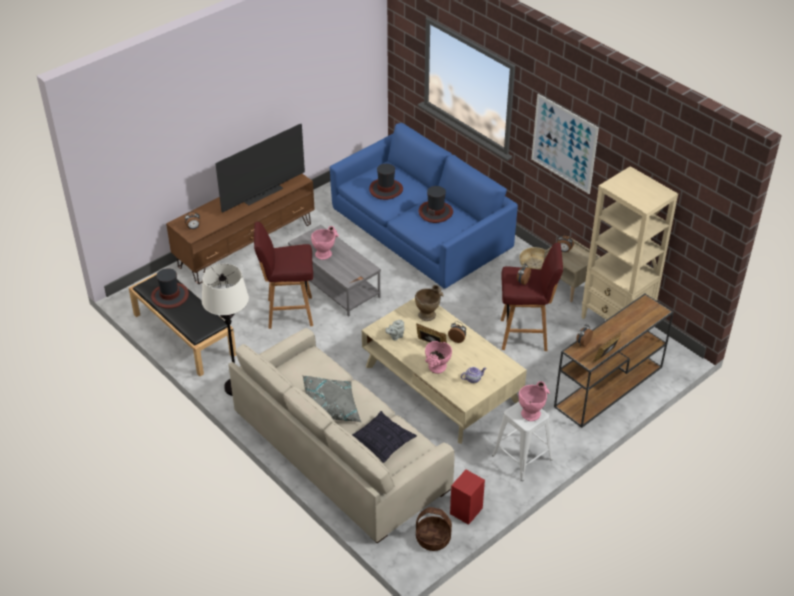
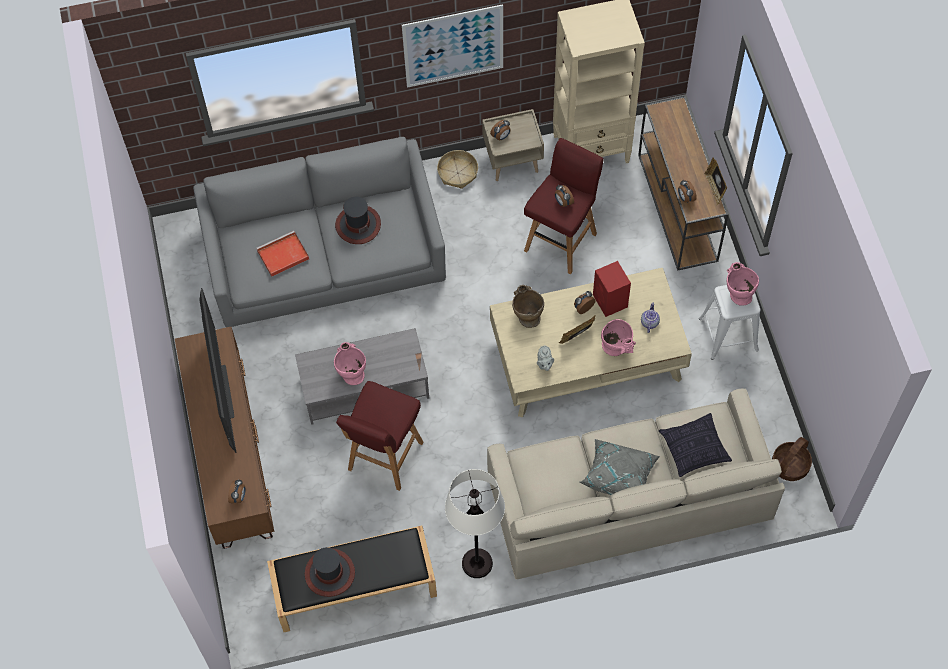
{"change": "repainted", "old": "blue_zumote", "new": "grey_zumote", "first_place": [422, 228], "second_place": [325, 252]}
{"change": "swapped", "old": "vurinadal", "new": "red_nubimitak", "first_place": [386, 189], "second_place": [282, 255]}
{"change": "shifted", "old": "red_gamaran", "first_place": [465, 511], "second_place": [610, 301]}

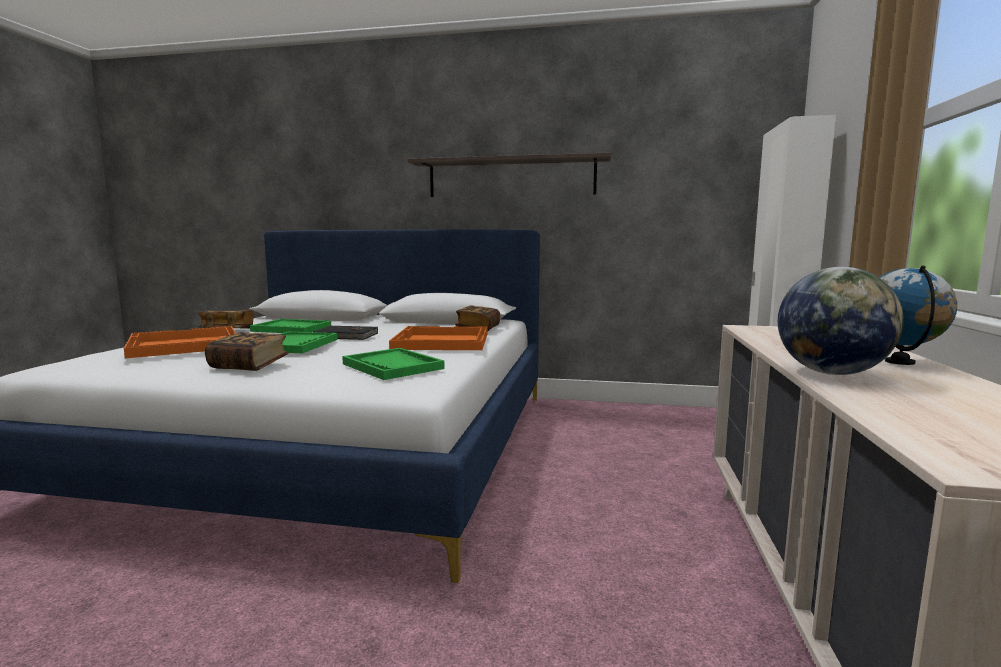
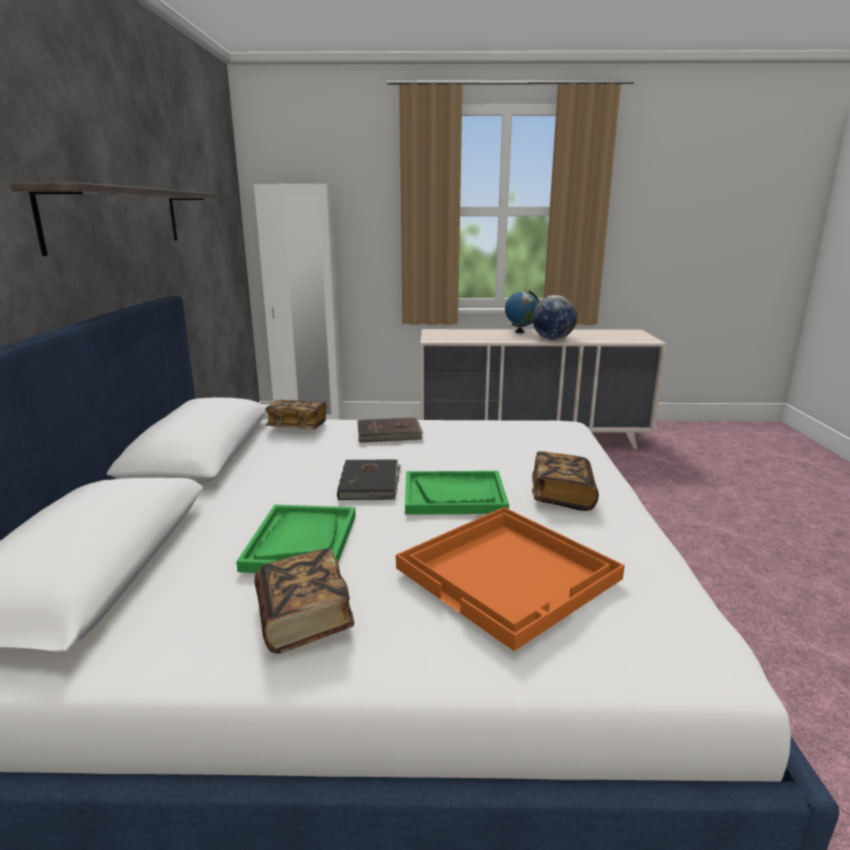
{"change": "swapped", "old": "orange_nubimitak", "new": "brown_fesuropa", "first_place": [441, 341], "second_place": [389, 433]}
{"change": "gone", "old": "green_nubimitak", "first_place": [393, 366]}

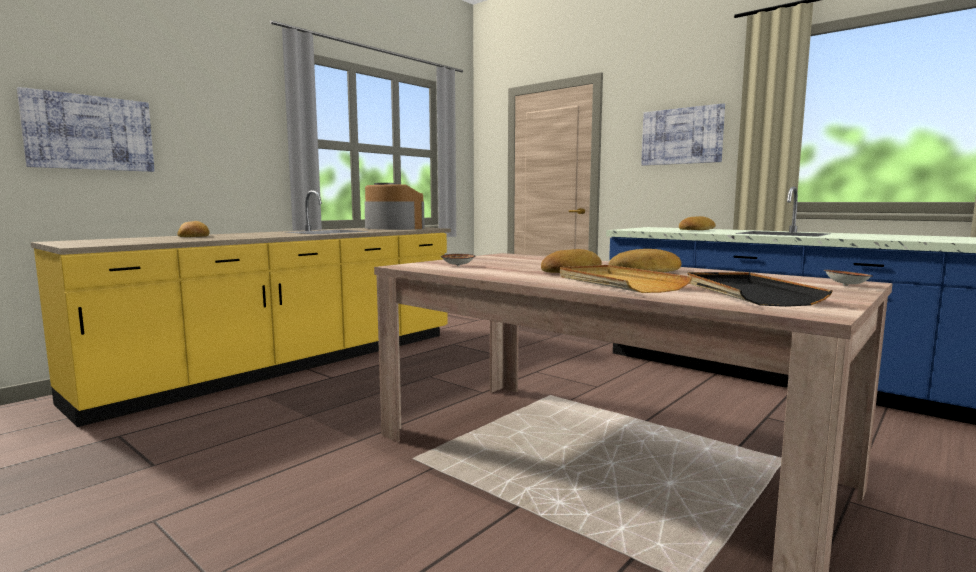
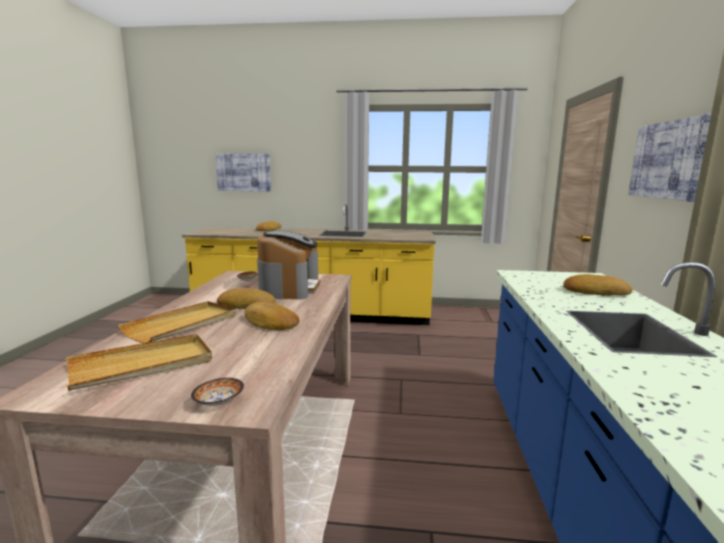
{"change": "shifted", "old": "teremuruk", "first_place": [392, 228], "second_place": [289, 288]}
{"change": "repainted", "old": "black_nubimitak", "new": "beige_nubimitak", "first_place": [746, 293], "second_place": [142, 365]}

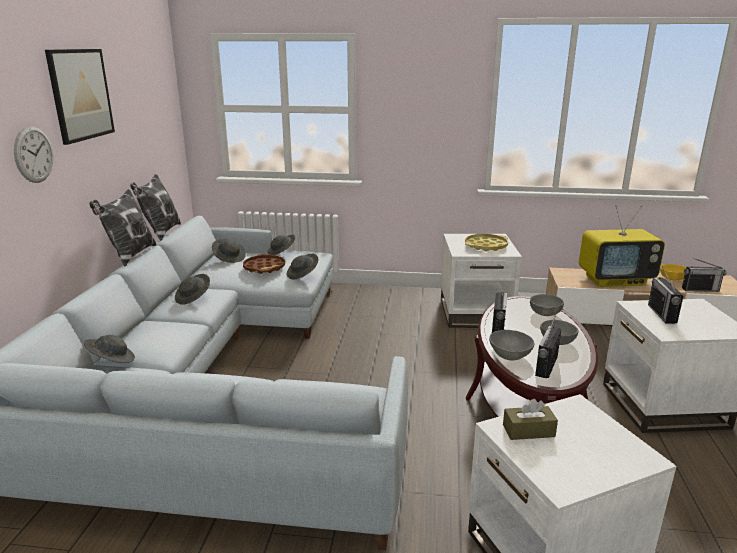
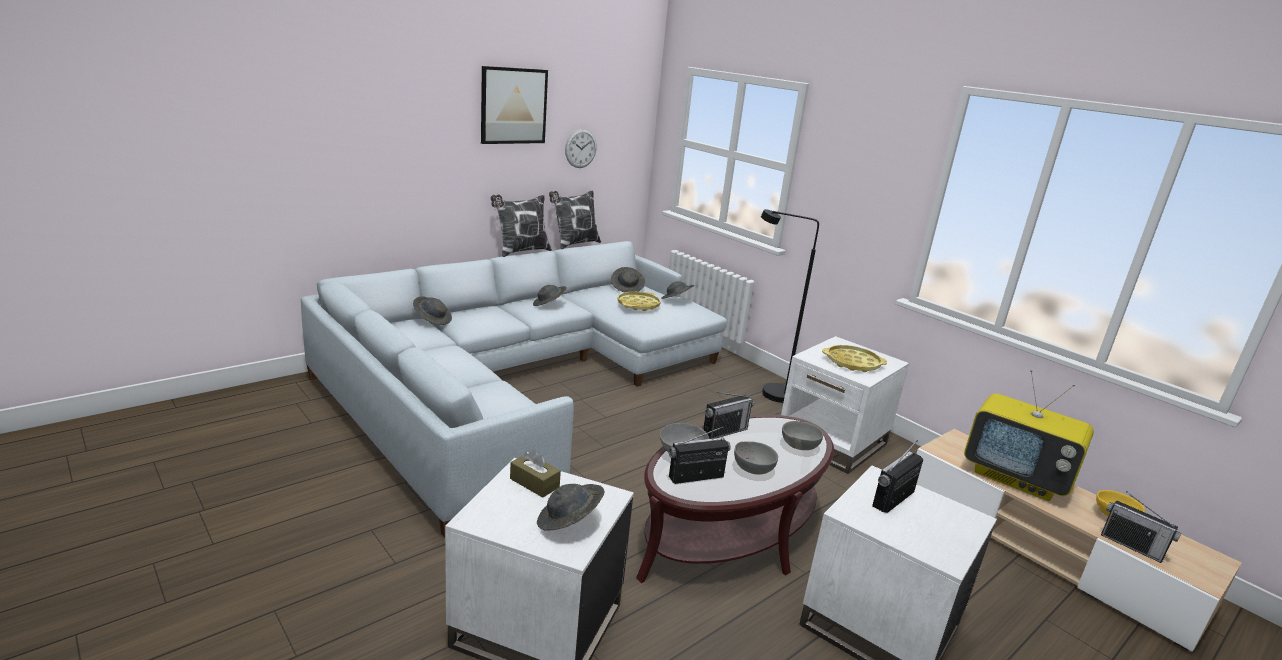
{"change": "shifted", "old": "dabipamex", "first_place": [34, 154], "second_place": [580, 148]}
{"change": "repainted", "old": "brown_nubimitak", "new": "yellow_nubimitak", "first_place": [264, 268], "second_place": [638, 305]}
{"change": "shifted", "old": "grey_vurinadal", "first_place": [303, 274], "second_place": [569, 522]}
{"change": "new", "new": "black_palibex", "second_place": [768, 393]}

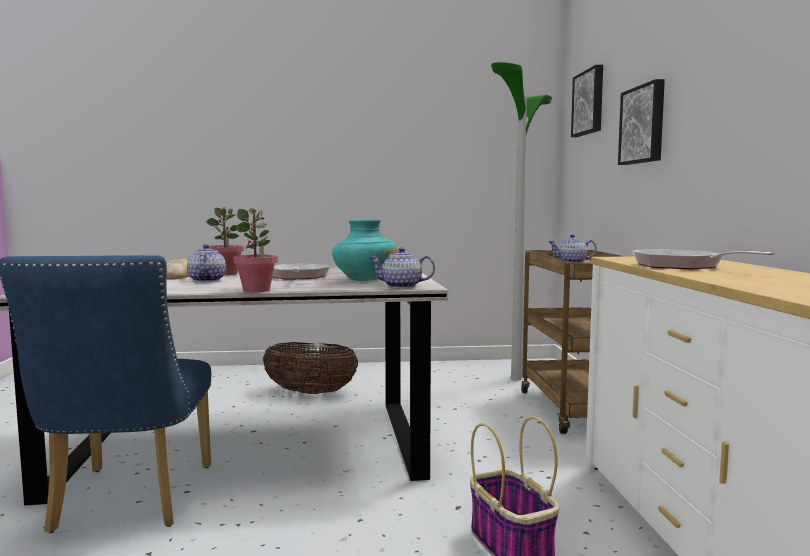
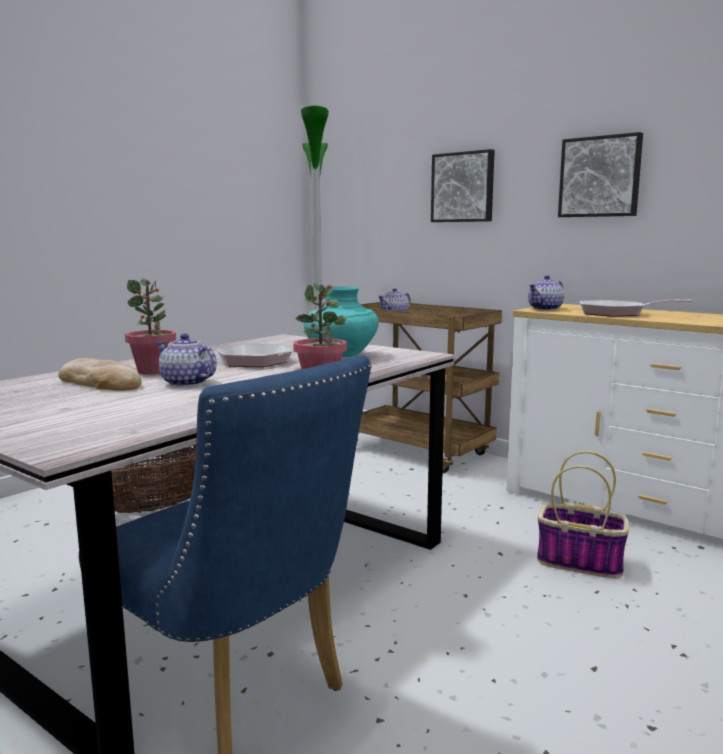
{"change": "shifted", "old": "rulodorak", "first_place": [589, 102], "second_place": [600, 177]}
{"change": "shifted", "old": "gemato", "first_place": [402, 286], "second_place": [545, 309]}

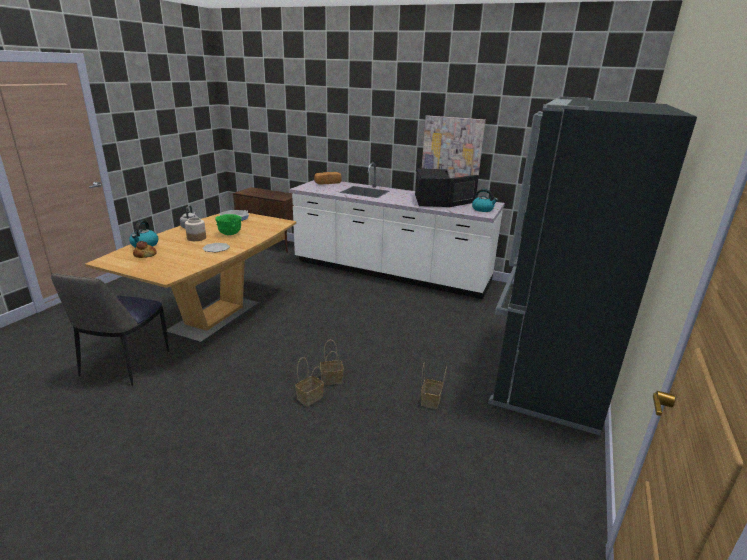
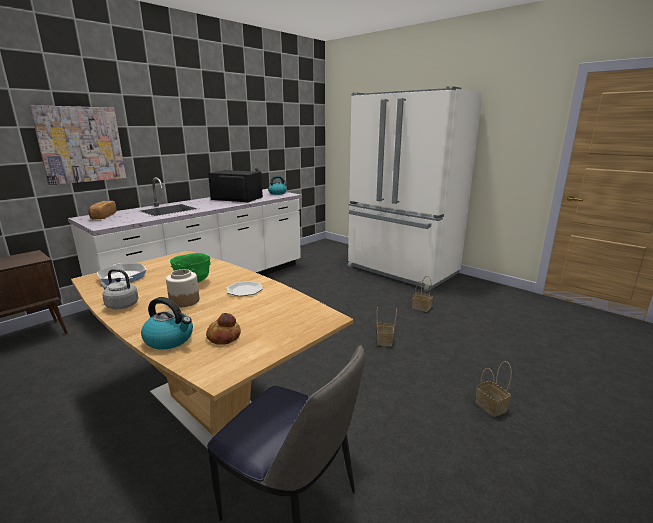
{"change": "repainted", "old": "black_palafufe", "new": "white_palafufe", "first_place": [545, 375], "second_place": [401, 271]}
{"change": "shifted", "old": "rulodorak", "first_place": [452, 148], "second_place": [81, 144]}
{"change": "shifted", "old": "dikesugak", "first_place": [309, 398], "second_place": [491, 407]}

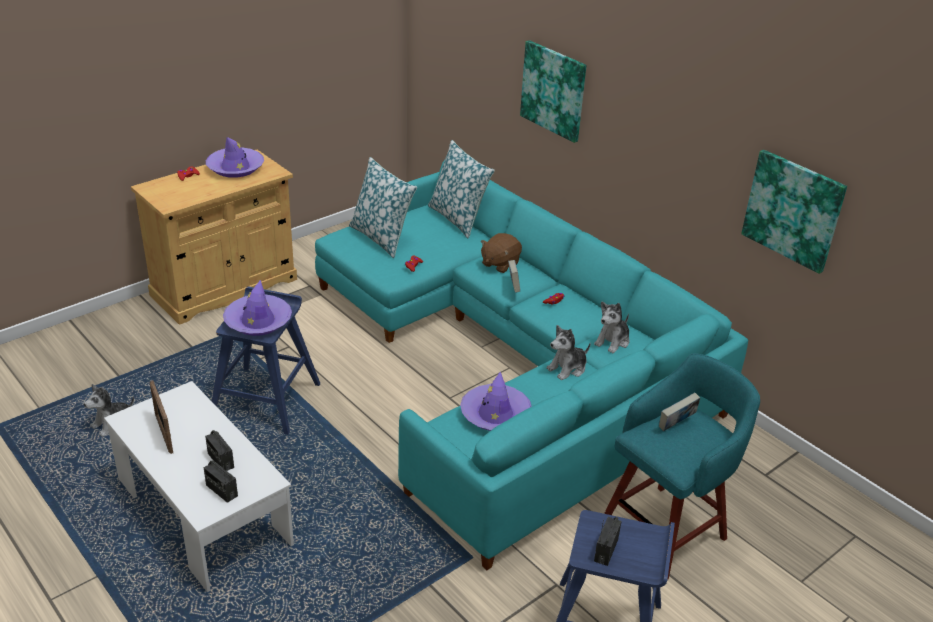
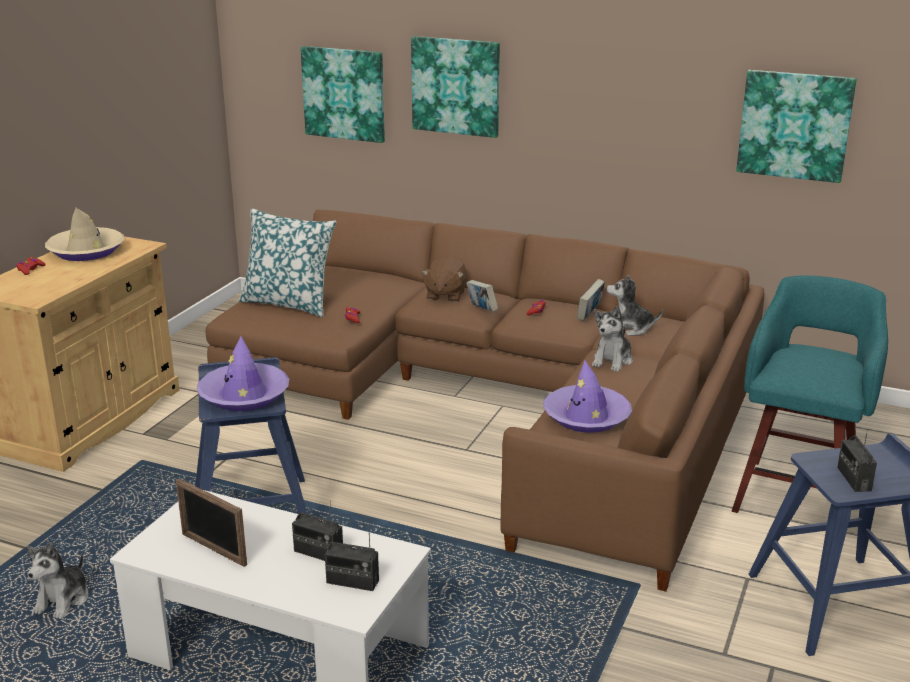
{"change": "repainted", "old": "purple_vurinadal", "new": "beige_vurinadal", "first_place": [235, 168], "second_place": [86, 251]}
{"change": "gone", "old": "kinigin", "first_place": [458, 218]}
{"change": "repainted", "old": "turquoise_zumote", "new": "brown_zumote", "first_place": [512, 364], "second_place": [502, 402]}
{"change": "rotated", "old": "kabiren", "first_place": [612, 341], "second_place": [630, 329], "degrees": 90}
{"change": "shifted", "old": "fesuropa", "first_place": [676, 425], "second_place": [590, 315]}
{"change": "new", "new": "rulodorak", "second_place": [344, 93]}

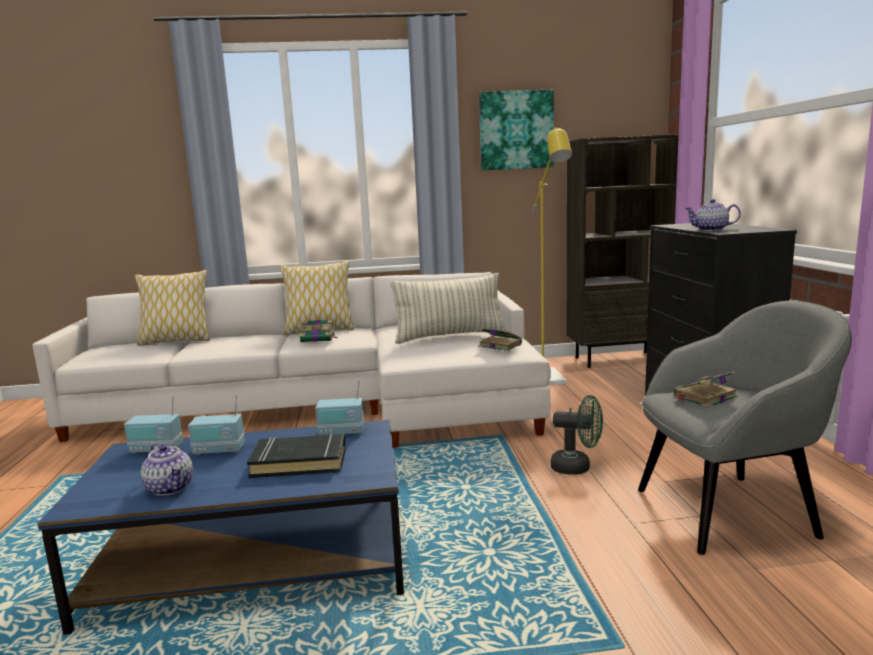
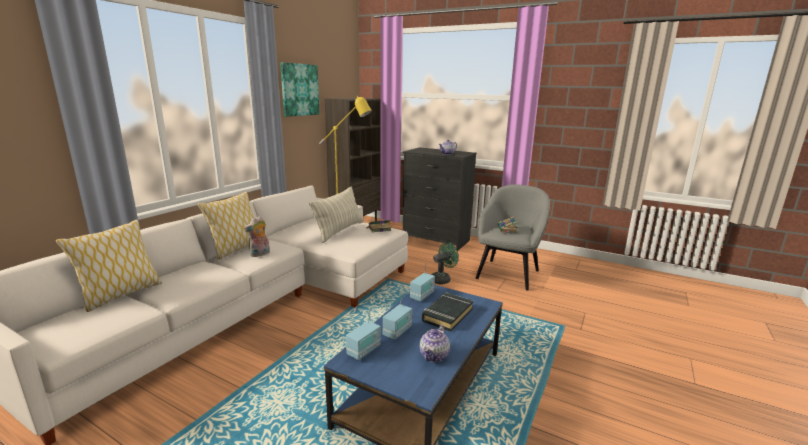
{"change": "swapped", "old": "fesuropa", "new": "kabiren", "first_place": [318, 338], "second_place": [260, 254]}
{"change": "rotated", "old": "gemato", "first_place": [170, 488], "second_place": [434, 356], "degrees": 120}

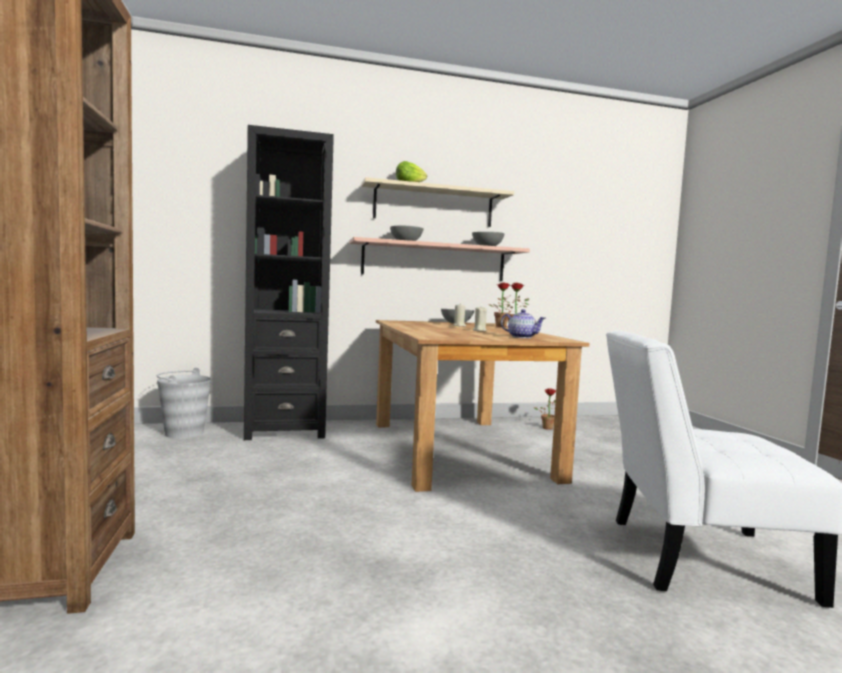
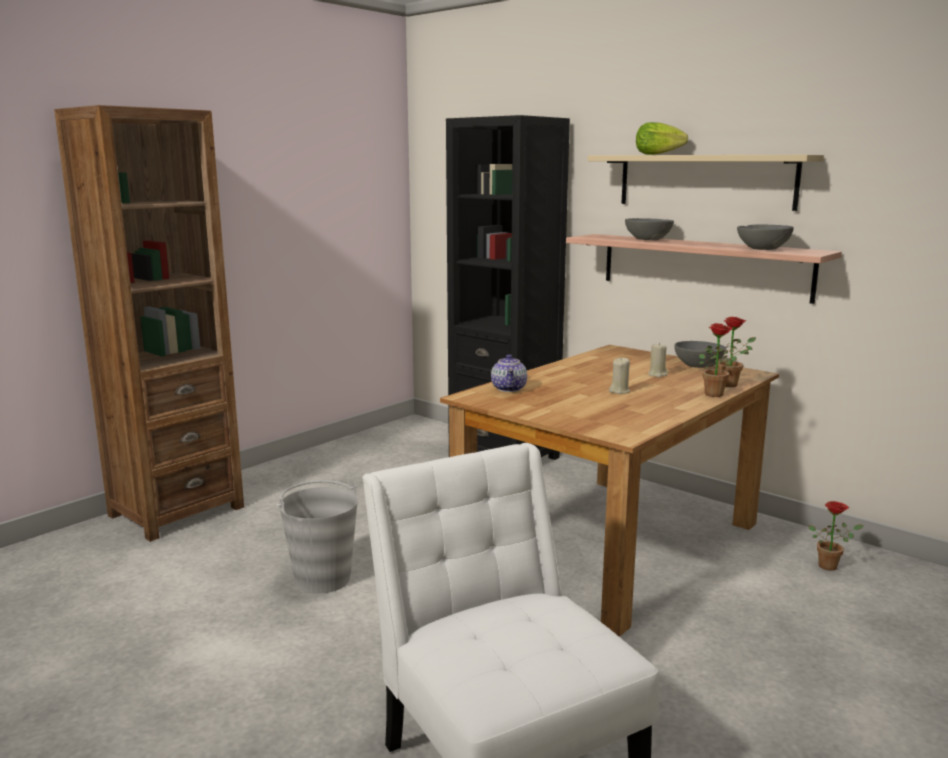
{"change": "shifted", "old": "gemato", "first_place": [521, 337], "second_place": [509, 388]}
{"change": "shifted", "old": "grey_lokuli", "first_place": [184, 433], "second_place": [323, 579]}

